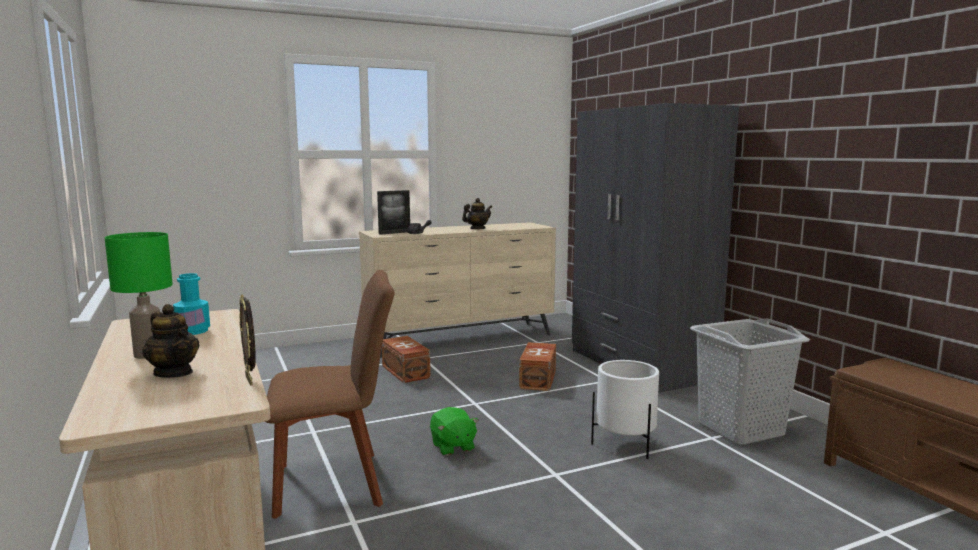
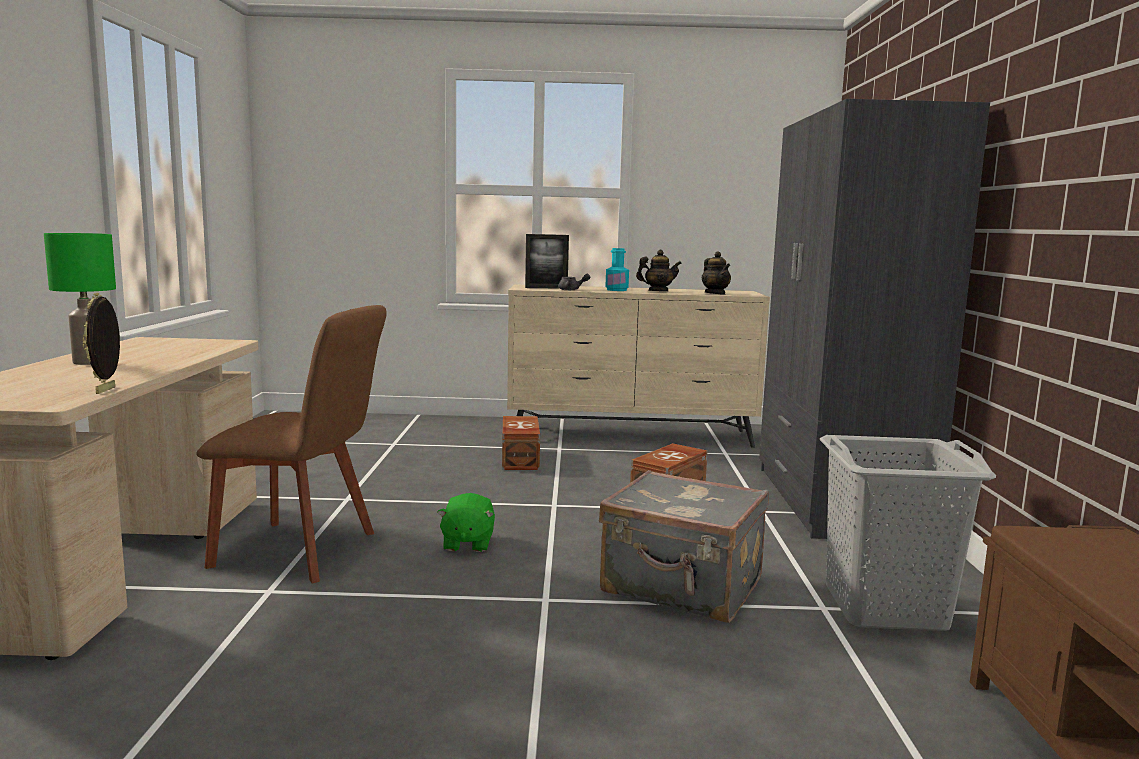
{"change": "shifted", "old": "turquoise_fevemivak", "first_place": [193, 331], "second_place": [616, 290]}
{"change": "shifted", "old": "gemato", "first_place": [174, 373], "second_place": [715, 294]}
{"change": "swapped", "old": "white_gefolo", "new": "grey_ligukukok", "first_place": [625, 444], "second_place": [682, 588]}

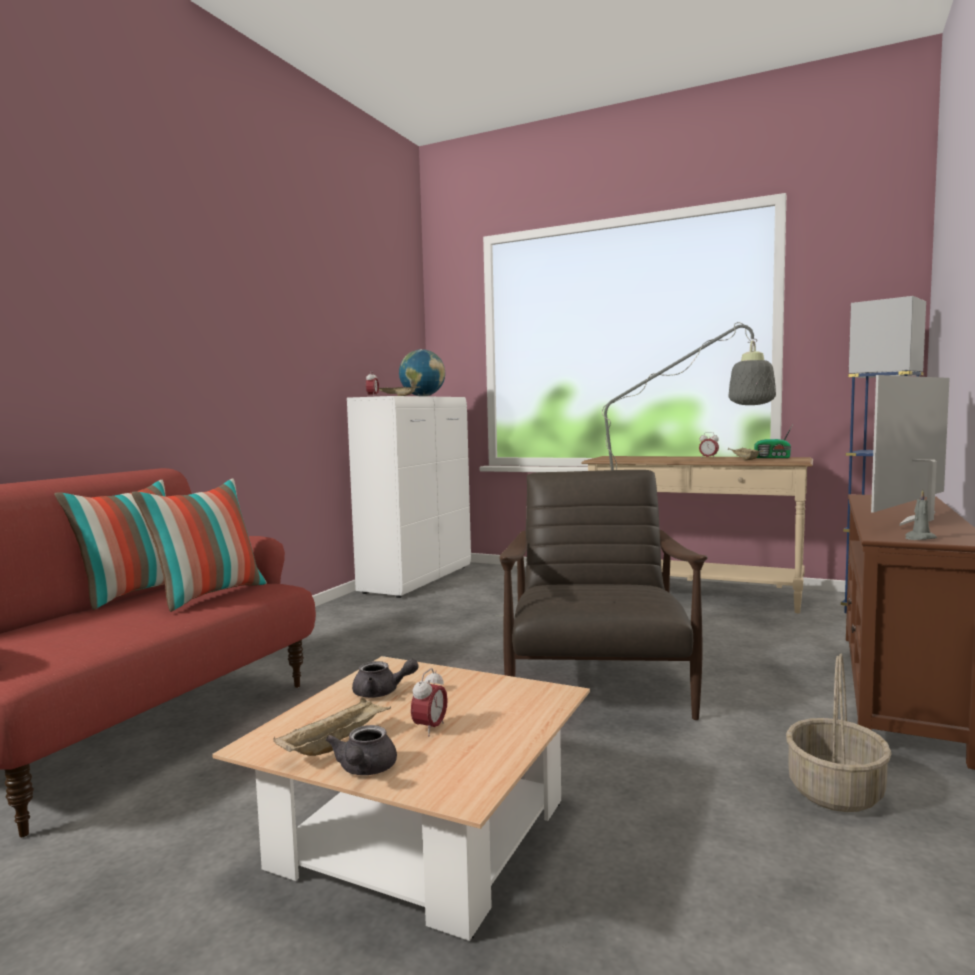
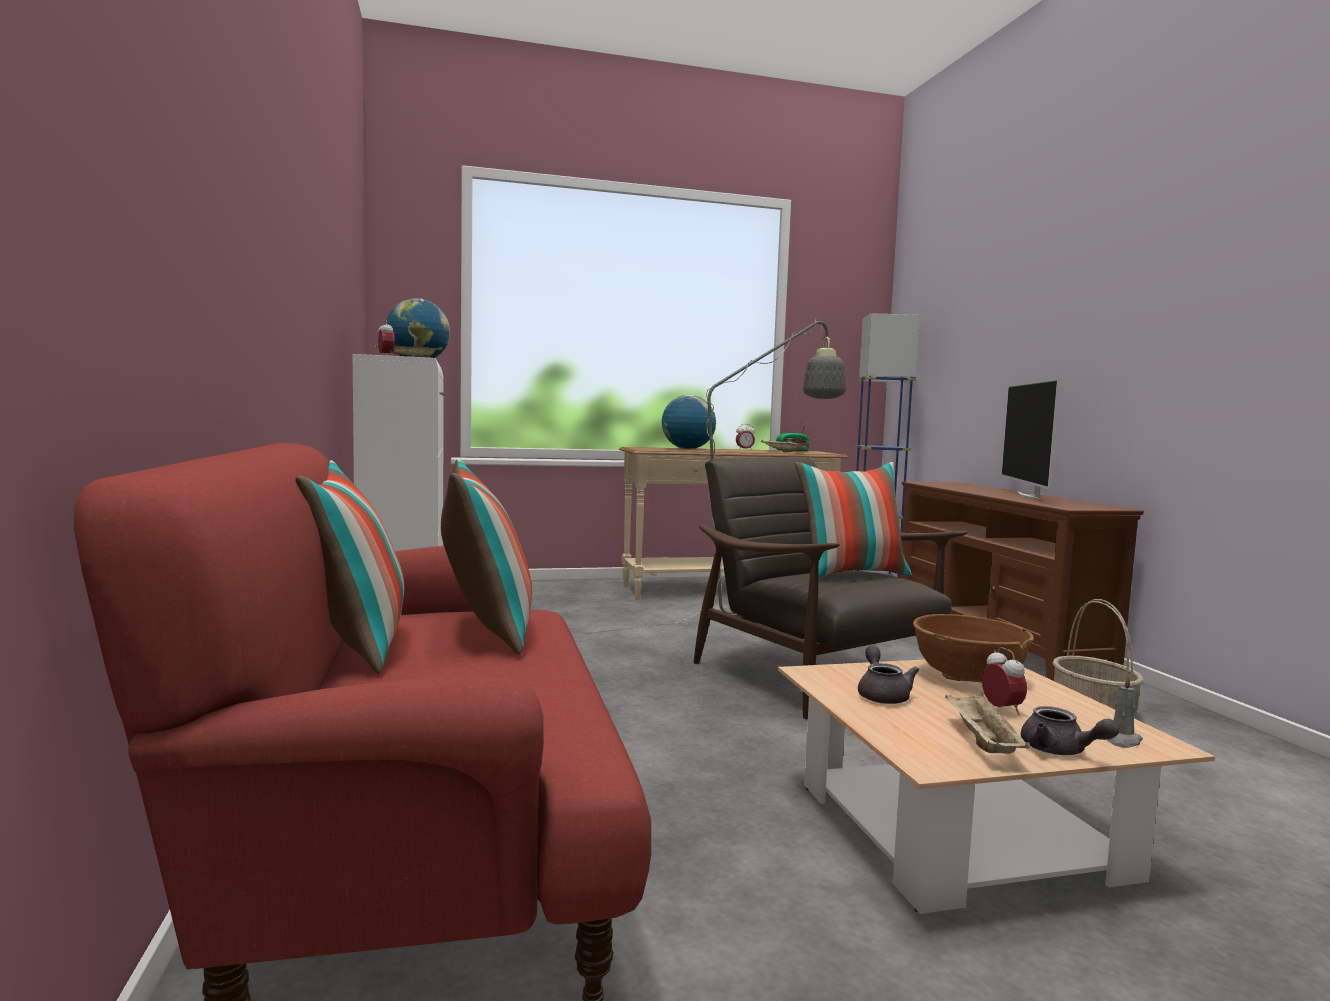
{"change": "shifted", "old": "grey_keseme", "first_place": [919, 538], "second_place": [1121, 740]}
{"change": "rotated", "old": "grey_gemato", "first_place": [382, 693], "second_place": [882, 695], "degrees": -60}
{"change": "new", "new": "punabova", "second_place": [687, 449]}
{"change": "new", "new": "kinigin", "second_place": [851, 574]}
{"change": "new", "new": "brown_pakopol", "second_place": [968, 677]}

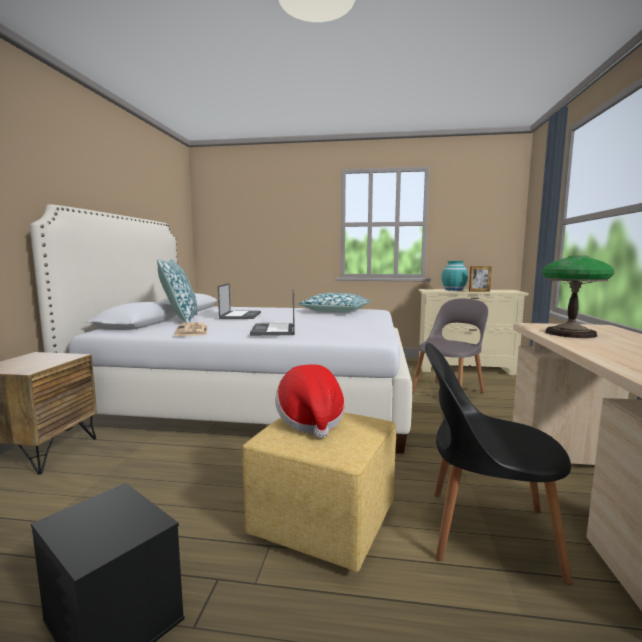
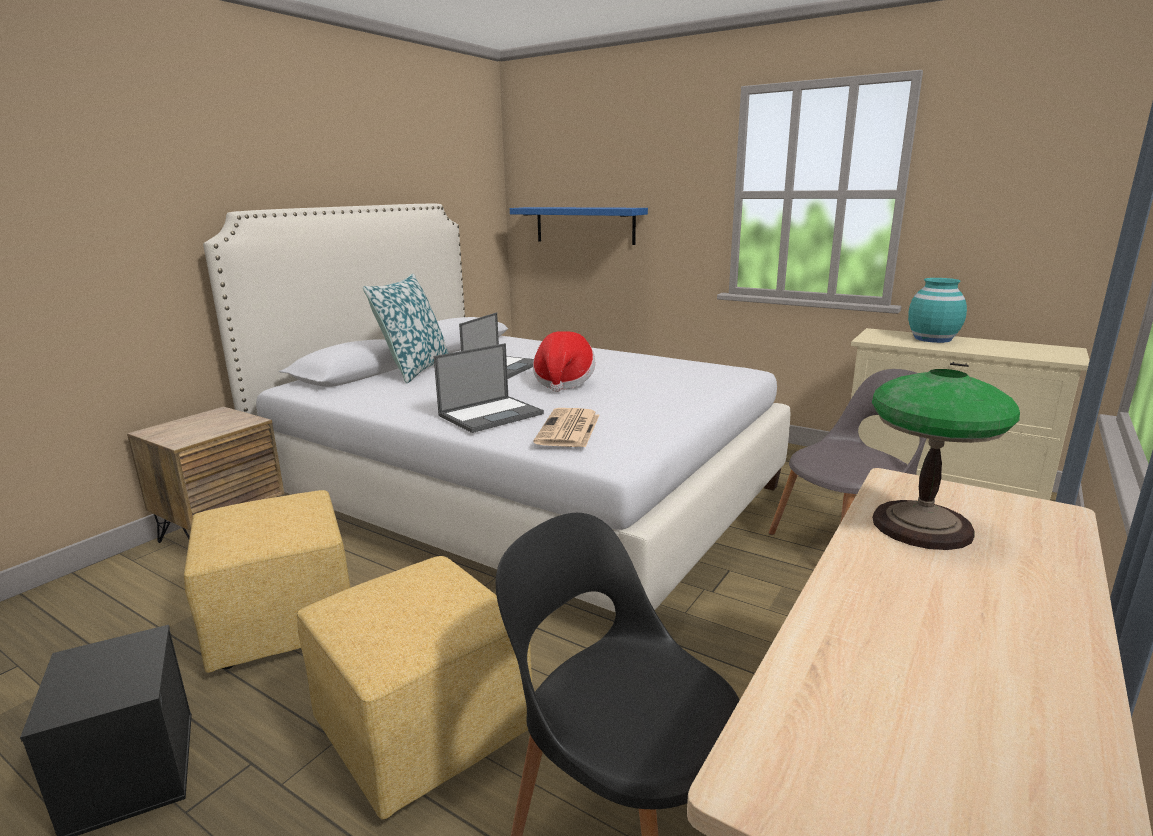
{"change": "gone", "old": "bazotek", "first_place": [479, 291]}
{"change": "rotated", "old": "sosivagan", "first_place": [274, 330], "second_place": [491, 414], "degrees": -150}
{"change": "gone", "old": "kinigin", "first_place": [335, 311]}
{"change": "shifted", "old": "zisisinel", "first_place": [192, 330], "second_place": [569, 429]}
{"change": "shifted", "old": "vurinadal", "first_place": [310, 421], "second_place": [563, 382]}
{"change": "new", "new": "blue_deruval", "second_place": [584, 225]}
{"change": "new", "new": "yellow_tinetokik", "second_place": [279, 624]}

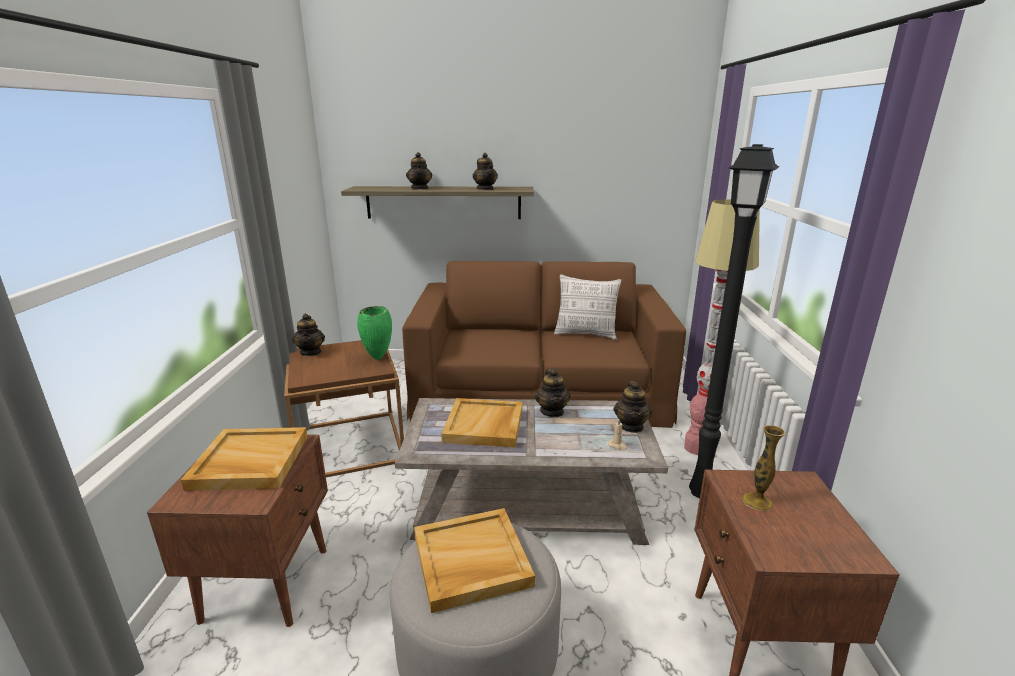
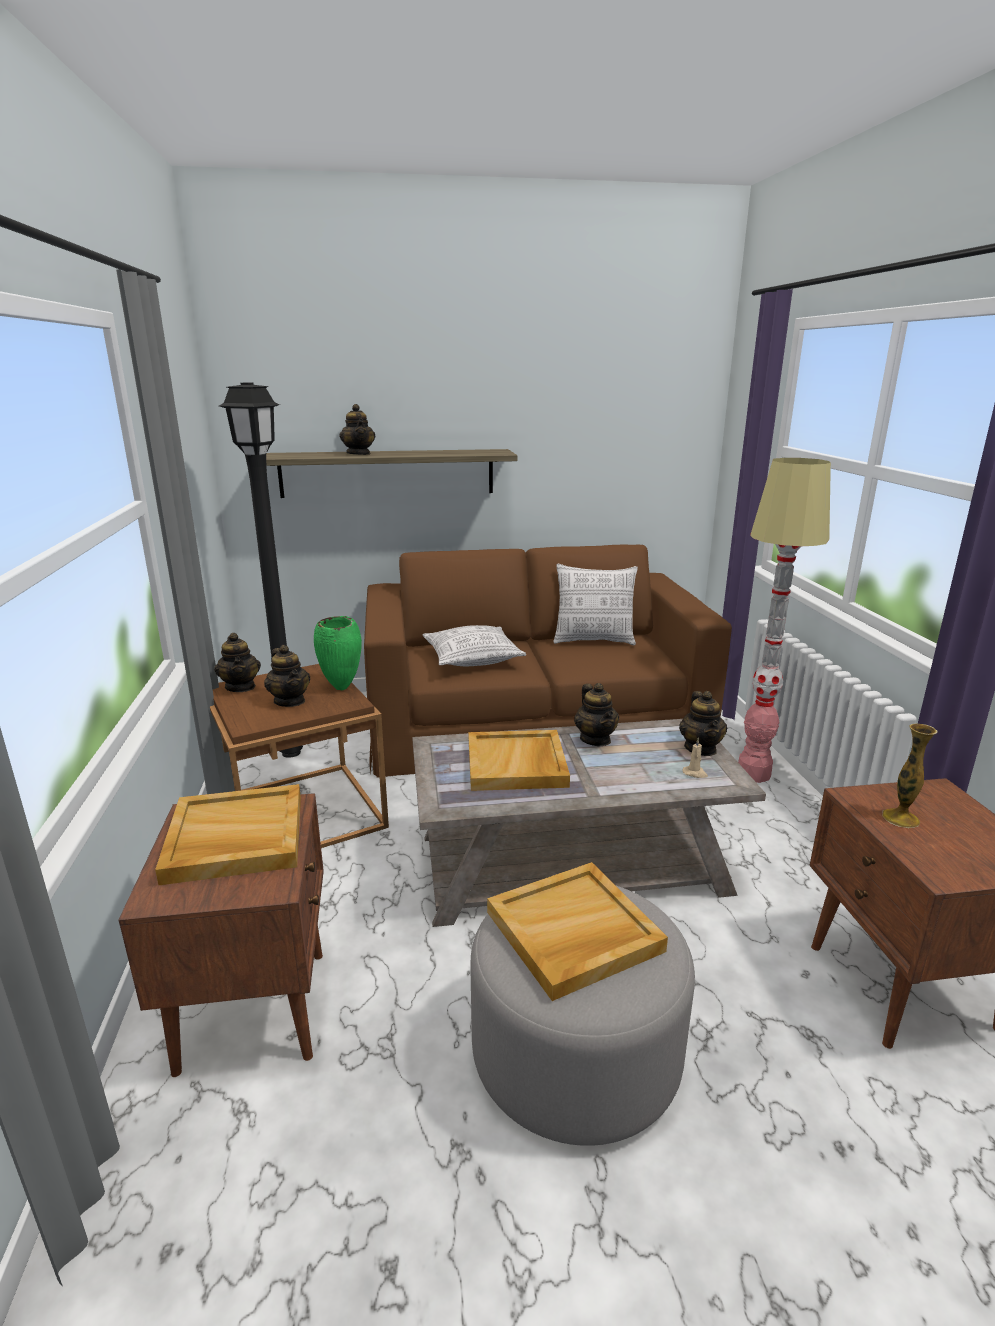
{"change": "shifted", "old": "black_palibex", "first_place": [698, 493], "second_place": [289, 753]}
{"change": "shifted", "old": "gemato", "first_place": [485, 189], "second_place": [290, 701]}
{"change": "new", "new": "kinigin", "second_place": [472, 659]}

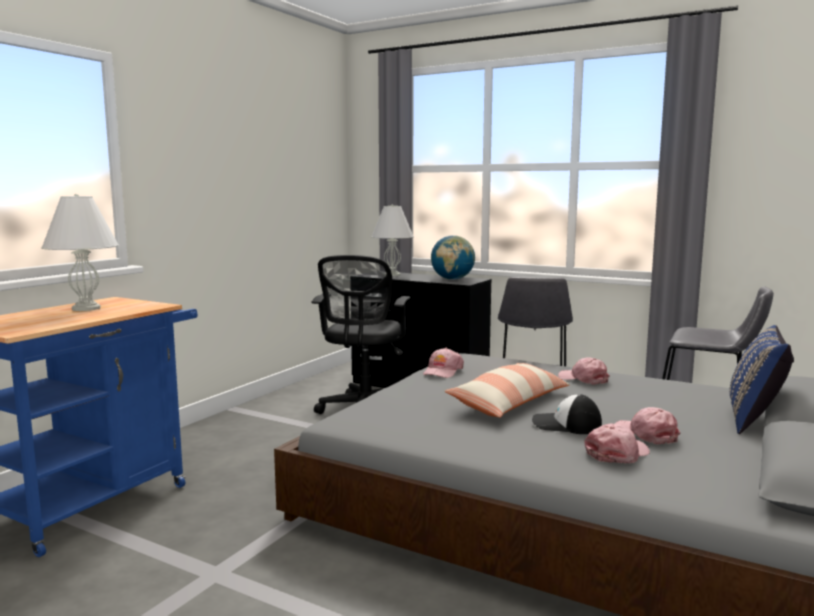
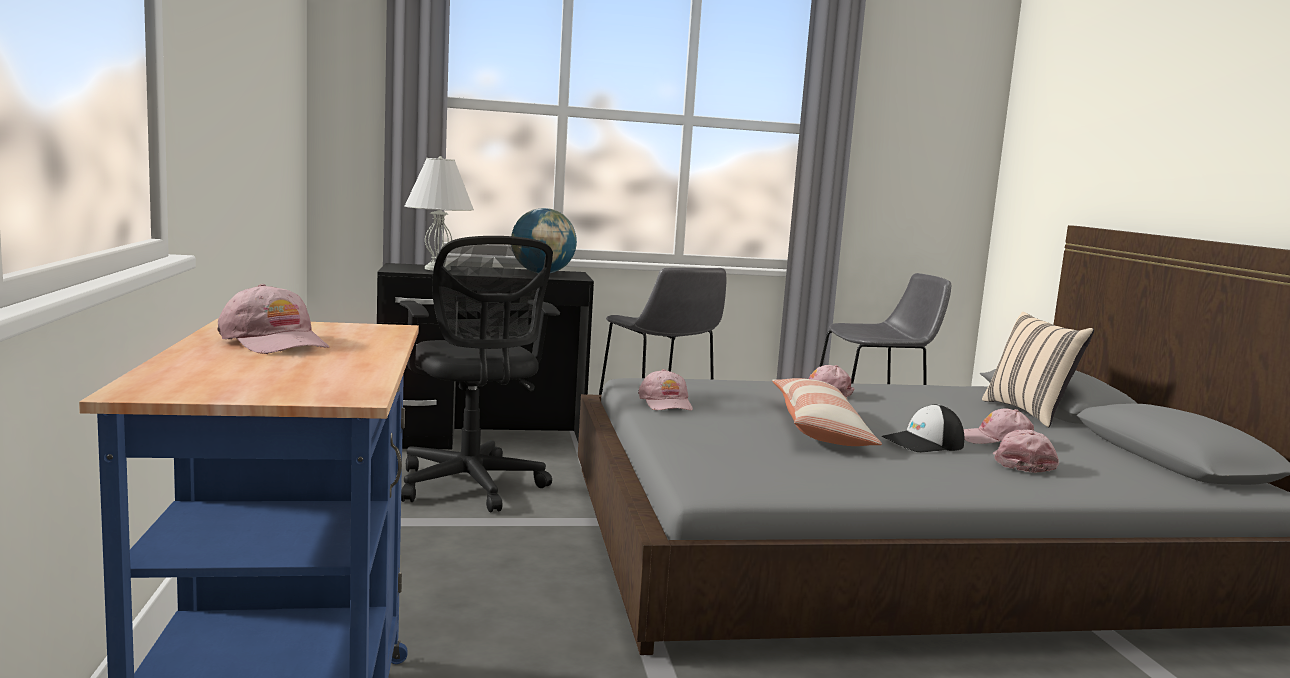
{"change": "swapped", "old": "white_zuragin", "new": "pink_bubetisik", "first_place": [87, 308], "second_place": [275, 342]}
{"change": "repainted", "old": "blue_kinigin", "new": "beige_kinigin", "first_place": [755, 420], "second_place": [1029, 413]}

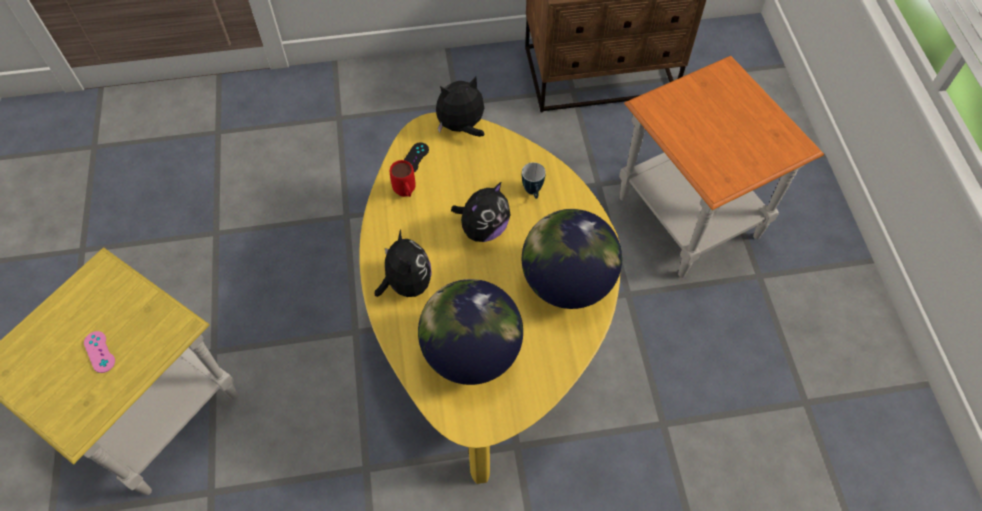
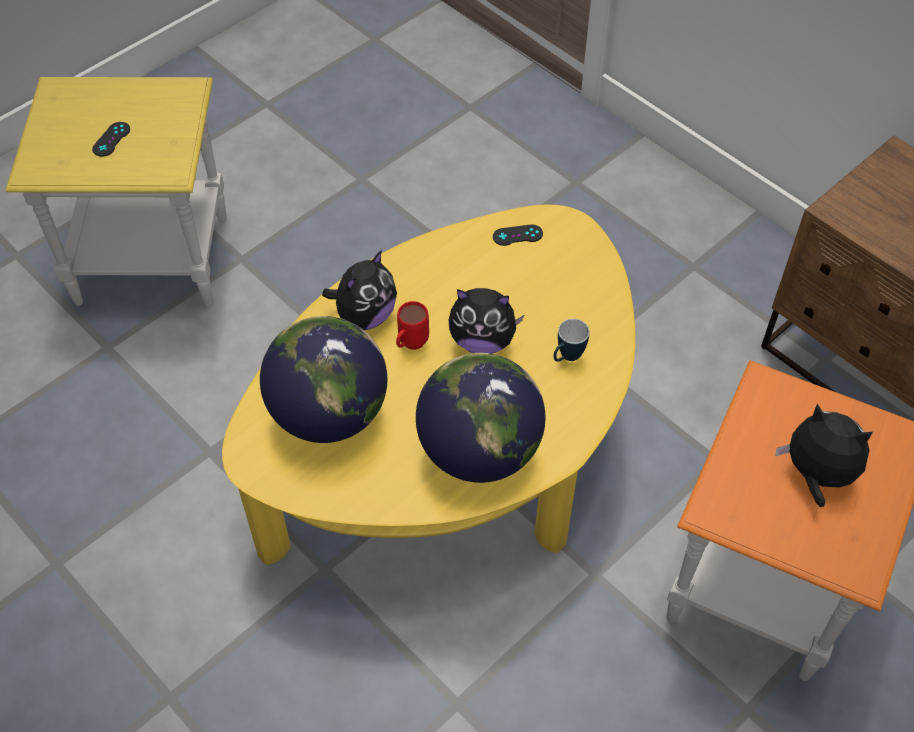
{"change": "shifted", "old": "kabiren", "first_place": [461, 127], "second_place": [816, 475]}
{"change": "shifted", "old": "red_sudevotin", "first_place": [406, 194], "second_place": [410, 345]}
{"change": "repainted", "old": "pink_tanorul", "new": "black_tanorul", "first_place": [99, 352], "second_place": [111, 139]}

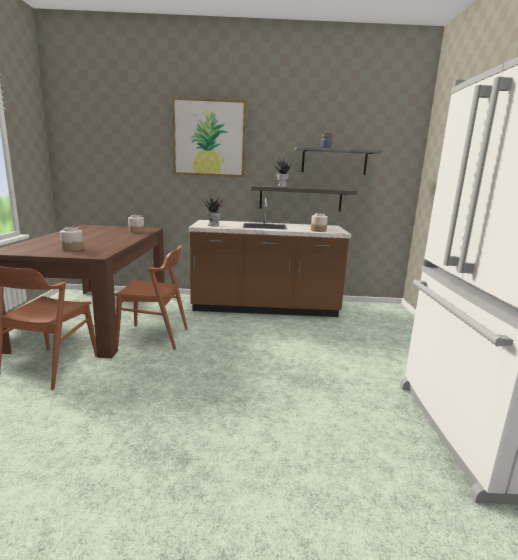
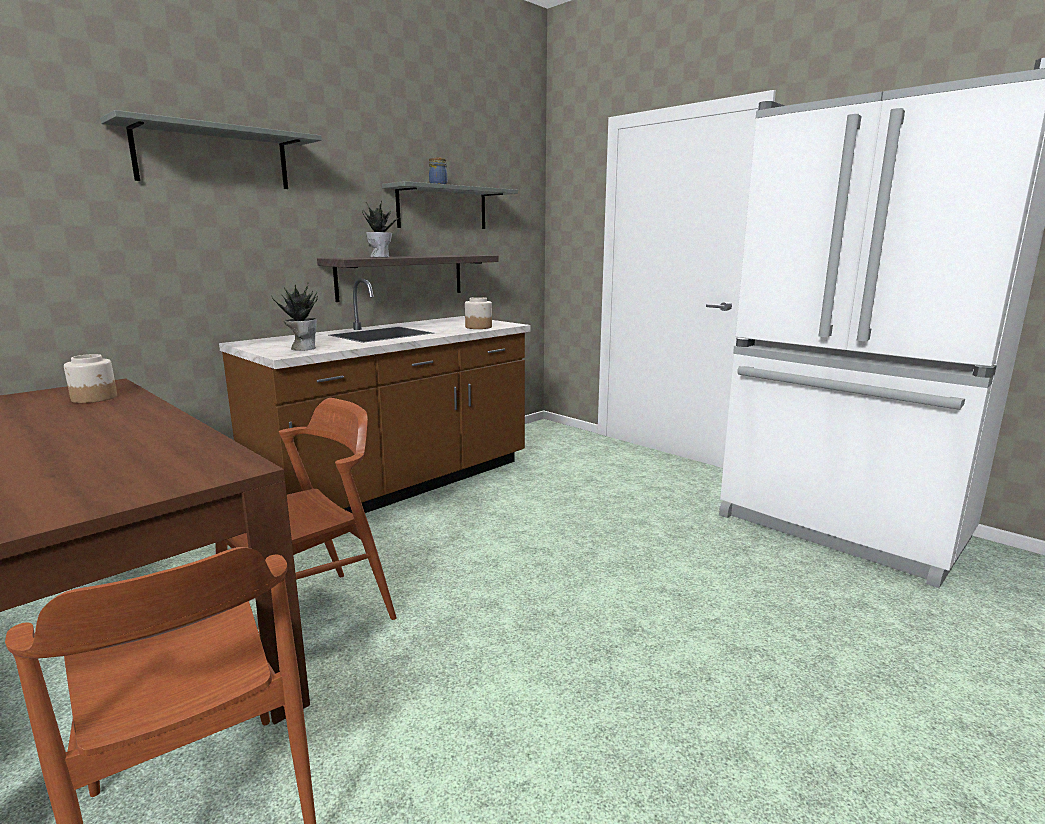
{"change": "swapped", "old": "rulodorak", "new": "grey_deruval", "first_place": [209, 138], "second_place": [213, 158]}
{"change": "gone", "old": "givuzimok", "first_place": [72, 249]}

